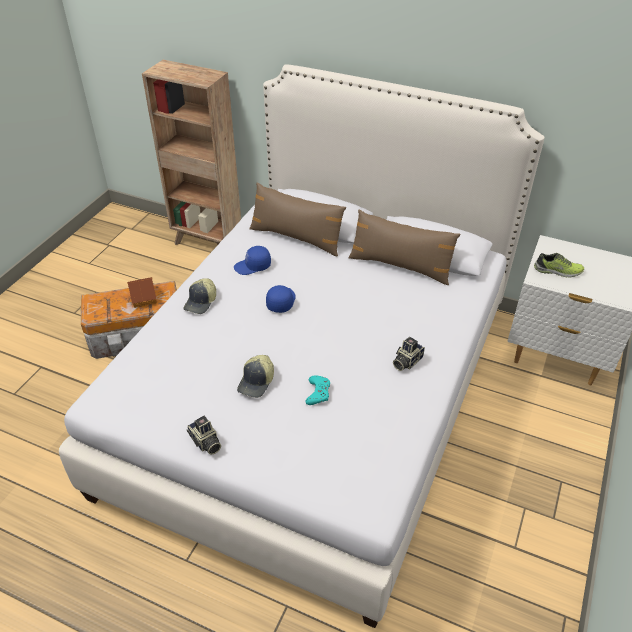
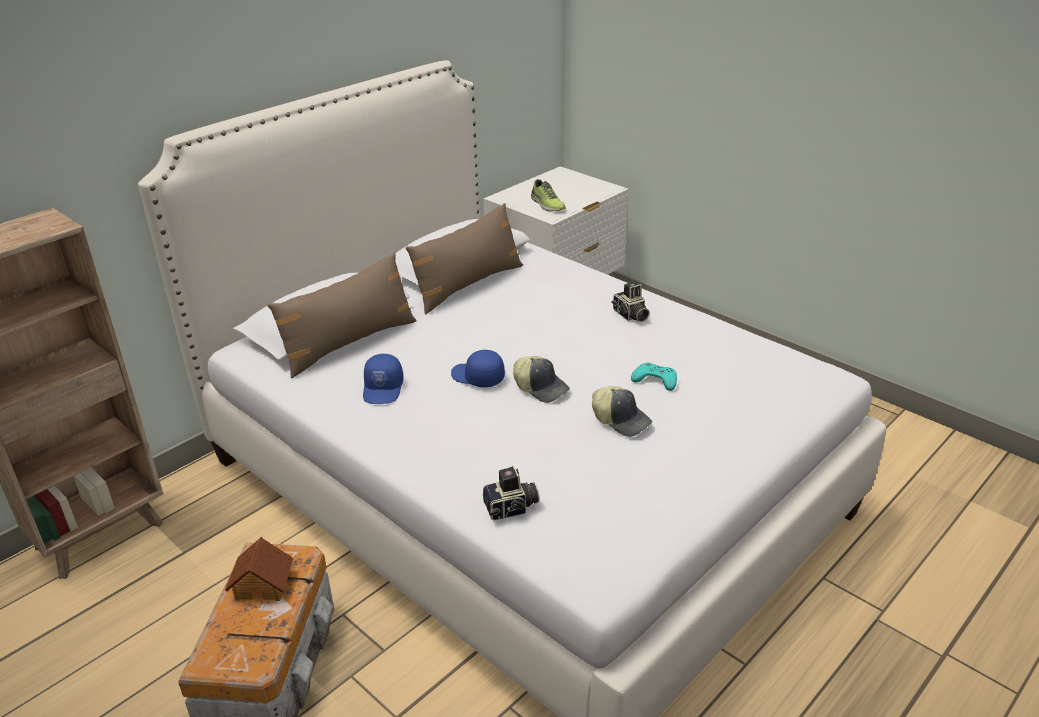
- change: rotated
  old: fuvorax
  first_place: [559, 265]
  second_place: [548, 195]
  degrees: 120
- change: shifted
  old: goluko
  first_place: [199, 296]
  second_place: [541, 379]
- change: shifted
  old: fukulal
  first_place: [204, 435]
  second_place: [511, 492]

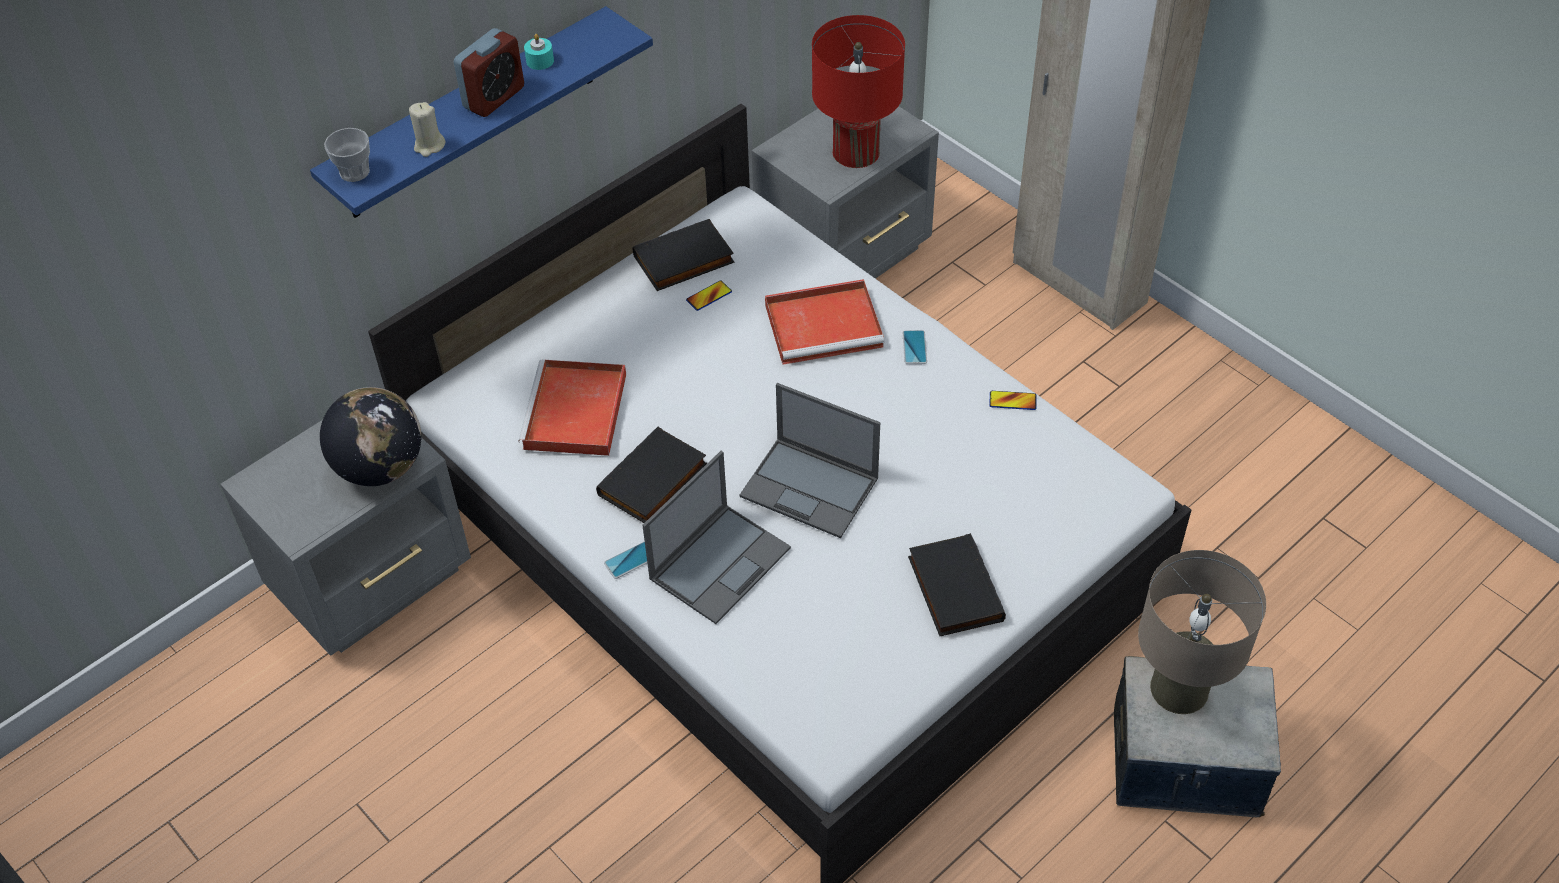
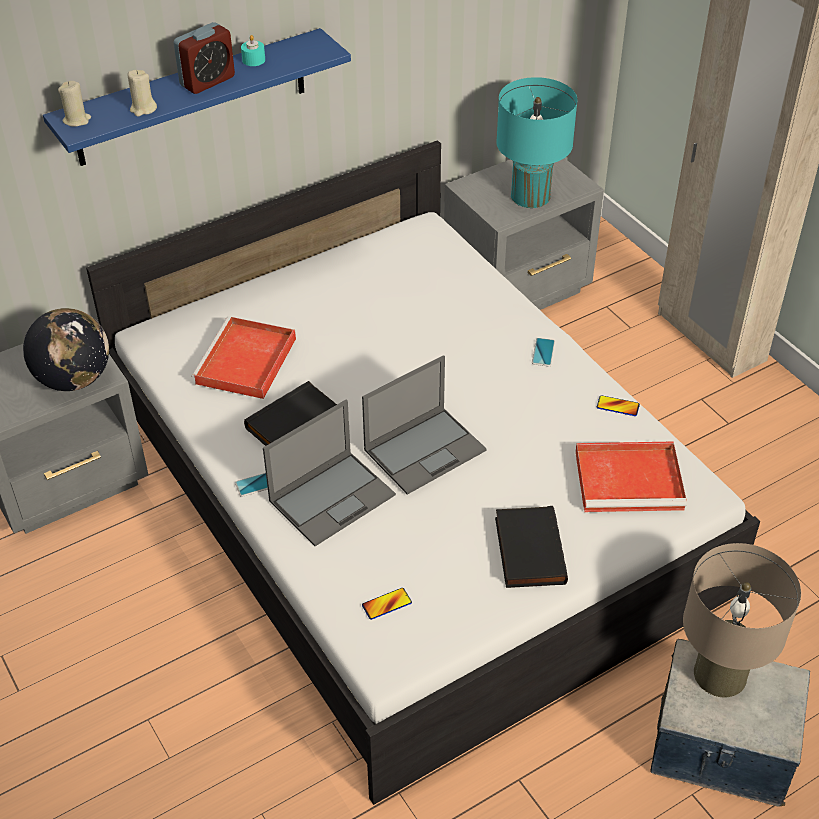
- change: repainted
  old: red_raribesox
  new: turquoise_raribesox
  first_place: [858, 91]
  second_place: [537, 142]
- change: swapped
  old: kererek
  new: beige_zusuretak
  first_place: [347, 155]
  second_place: [74, 104]
- change: gone
  old: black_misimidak
  first_place: [683, 255]
- change: shifted
  old: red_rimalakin
  first_place: [824, 322]
  second_place: [631, 476]
- change: shifted
  old: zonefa
  first_place: [709, 295]
  second_place: [387, 604]
- change: rotated
  old: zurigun
  first_place: [809, 460]
  second_place: [424, 425]
  degrees: -75

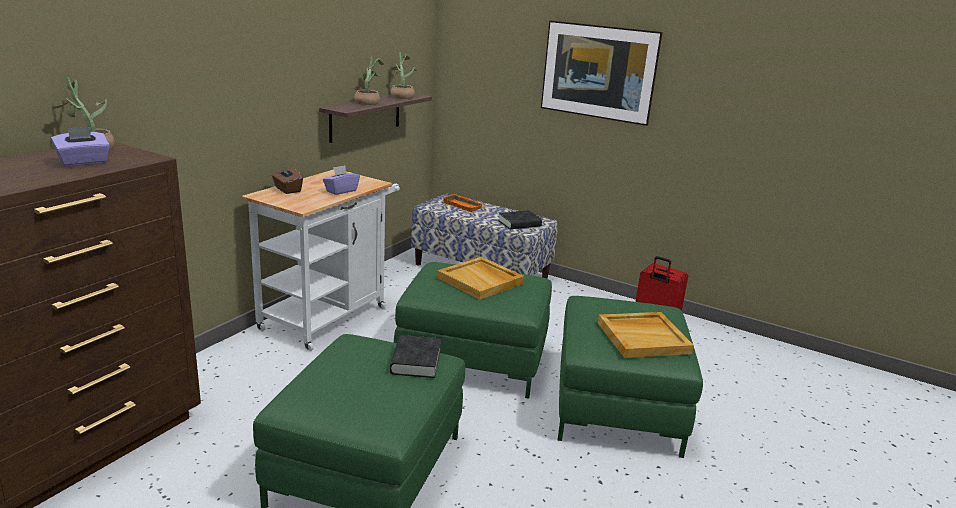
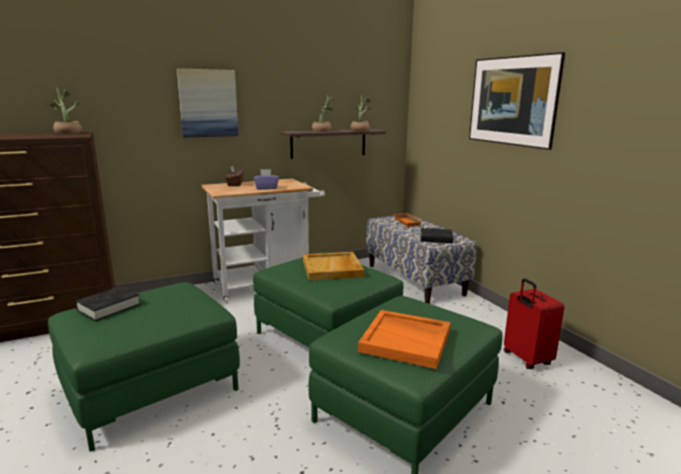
- change: gone
  old: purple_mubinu
  first_place: [80, 146]
- change: repainted
  old: beige_rimalakin
  new: orange_rimalakin
  first_place: [646, 335]
  second_place: [404, 339]
- change: shifted
  old: black_misimidak
  first_place: [415, 356]
  second_place: [108, 303]
- change: new
  new: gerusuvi
  second_place: [207, 103]

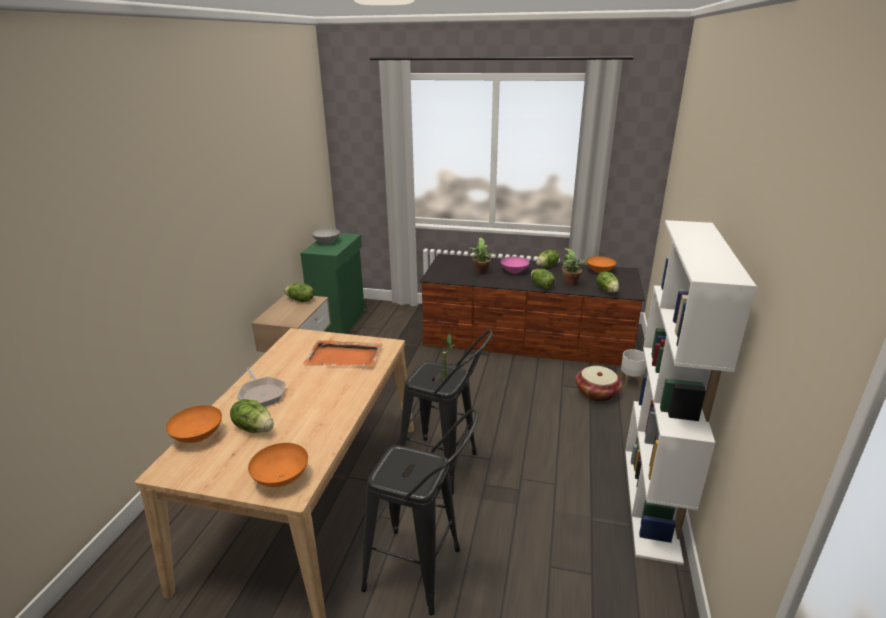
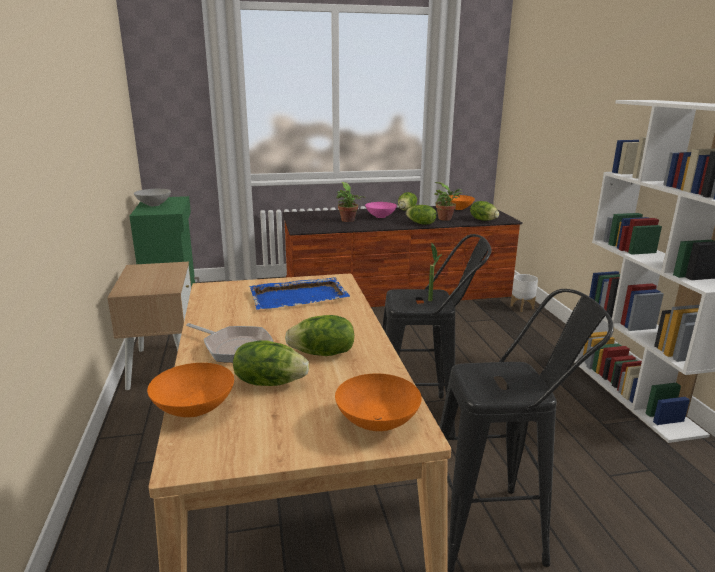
- change: shifted
  old: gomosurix
  first_place: [299, 292]
  second_place: [319, 335]
- change: repainted
  old: orange_rimalakin
  new: blue_rimalakin
  first_place: [342, 353]
  second_place: [299, 293]
- change: gone
  old: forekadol
  first_place: [599, 384]

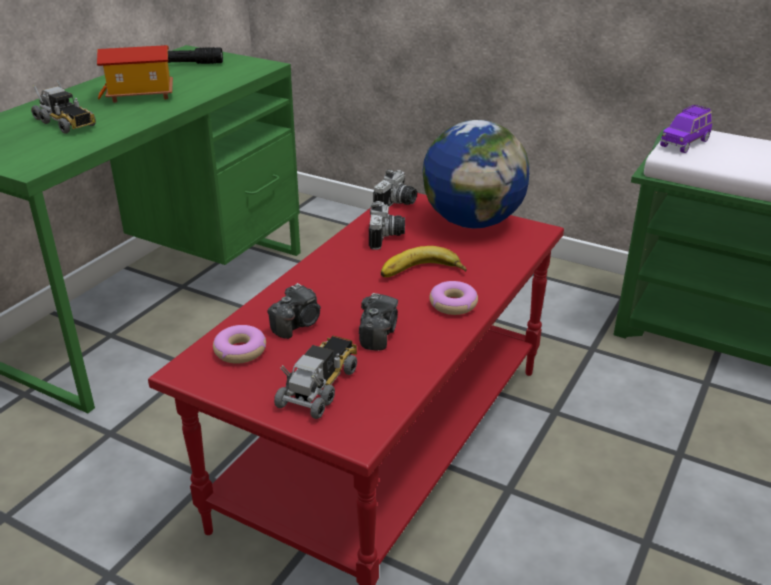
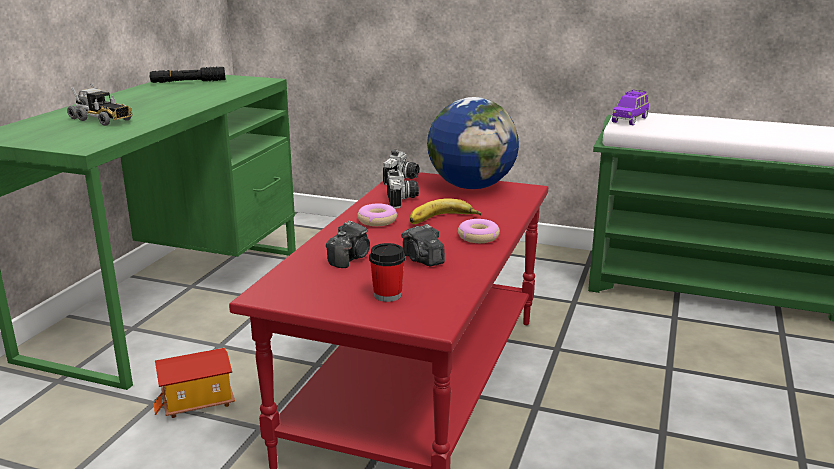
- change: shifted
  old: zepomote
  first_place: [135, 74]
  second_place: [194, 383]
- change: rotated
  old: fukulal
  first_place: [378, 322]
  second_place: [423, 245]
  degrees: 150
- change: shifted
  old: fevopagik
  first_place: [239, 344]
  second_place: [377, 215]
- change: swapped
  old: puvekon
  new: kererek
  first_place: [315, 377]
  second_place: [387, 272]

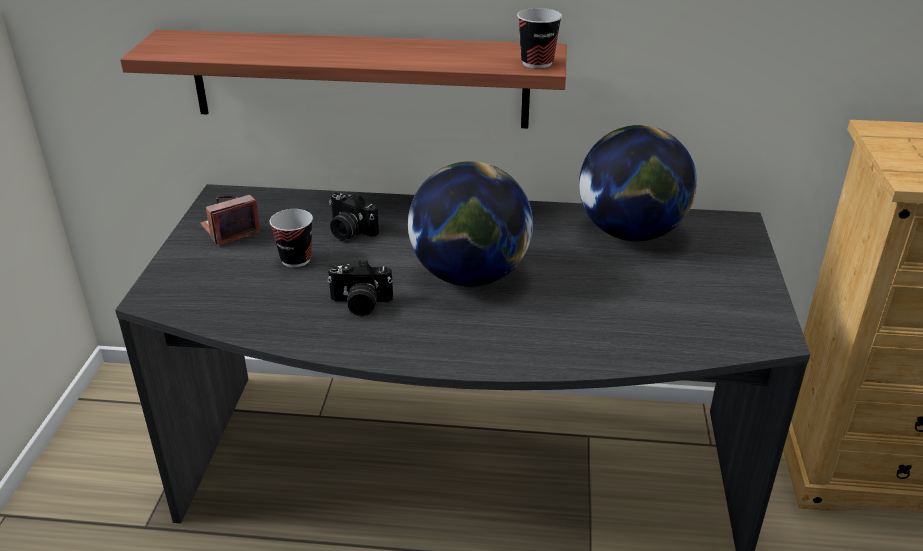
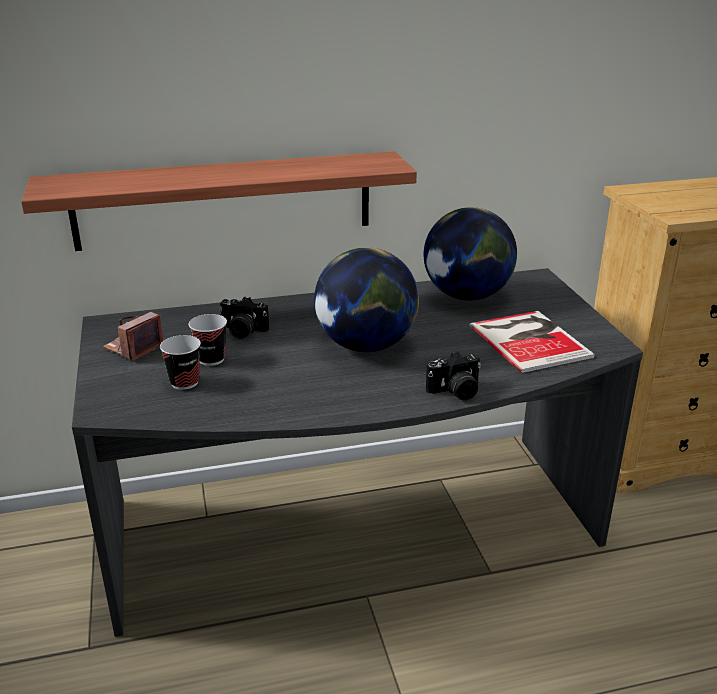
- change: shifted
  old: kererek
  first_place: [539, 38]
  second_place: [180, 362]
- change: shifted
  old: fukulal
  first_place: [360, 288]
  second_place: [453, 376]
- change: new
  new: misimidak
  second_place: [532, 342]

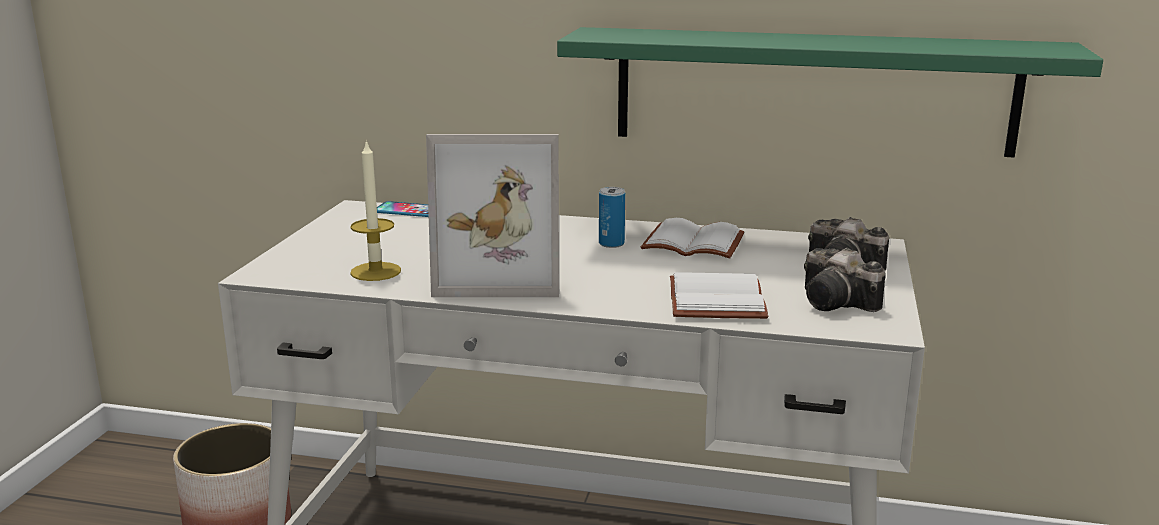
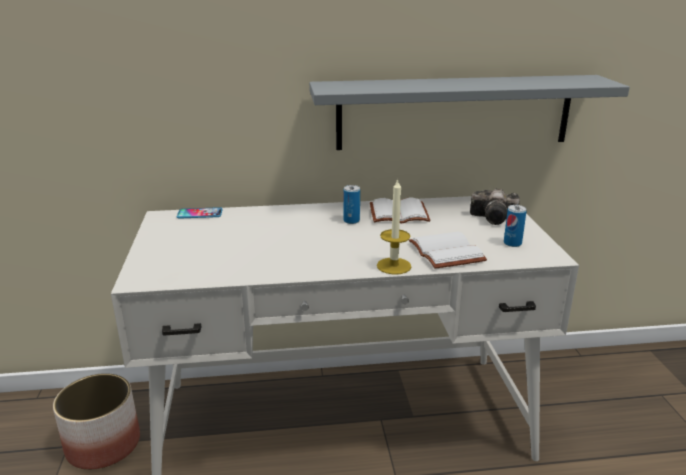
- change: repainted
  old: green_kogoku
  new: grey_kogoku
  first_place: [830, 92]
  second_place: [469, 112]
- change: gone
  old: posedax
  first_place: [492, 215]
- change: shifted
  old: zusuretak
  first_place: [375, 210]
  second_place: [394, 226]
- change: swapped
  old: fukulal
  new: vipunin
  first_place: [845, 280]
  second_place: [515, 226]

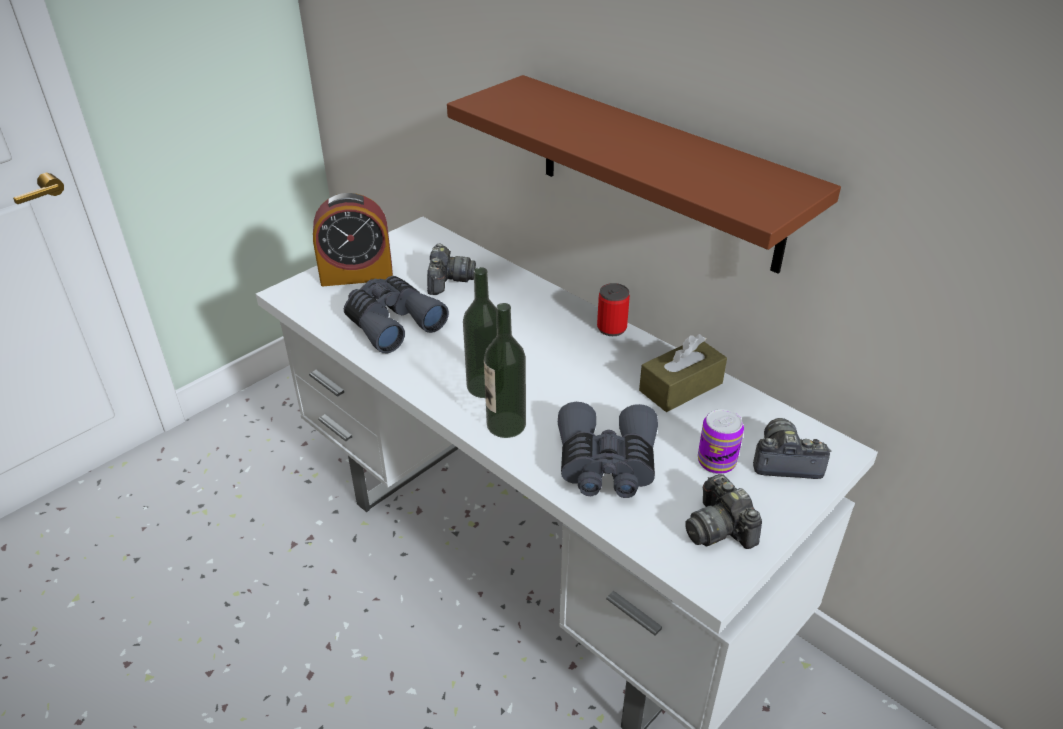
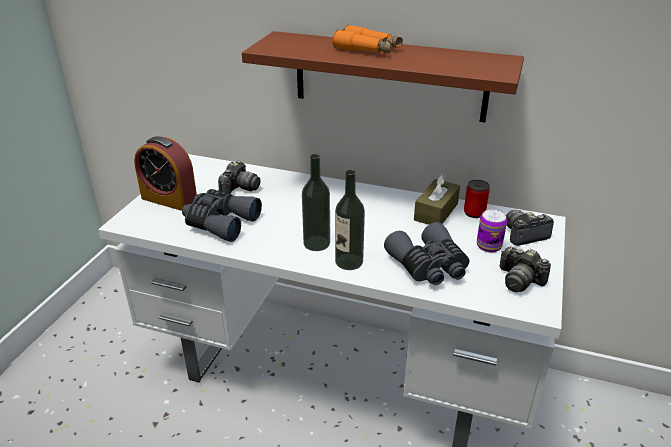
- change: rotated
  old: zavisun
  first_place: [353, 239]
  second_place: [165, 173]
  degrees: 60
- change: rotated
  old: fukulal
  first_place: [451, 269]
  second_place: [239, 177]
  degrees: 45
- change: shifted
  old: vipunin
  first_place: [613, 309]
  second_place: [477, 199]
- change: new
  new: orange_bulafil
  second_place: [368, 39]

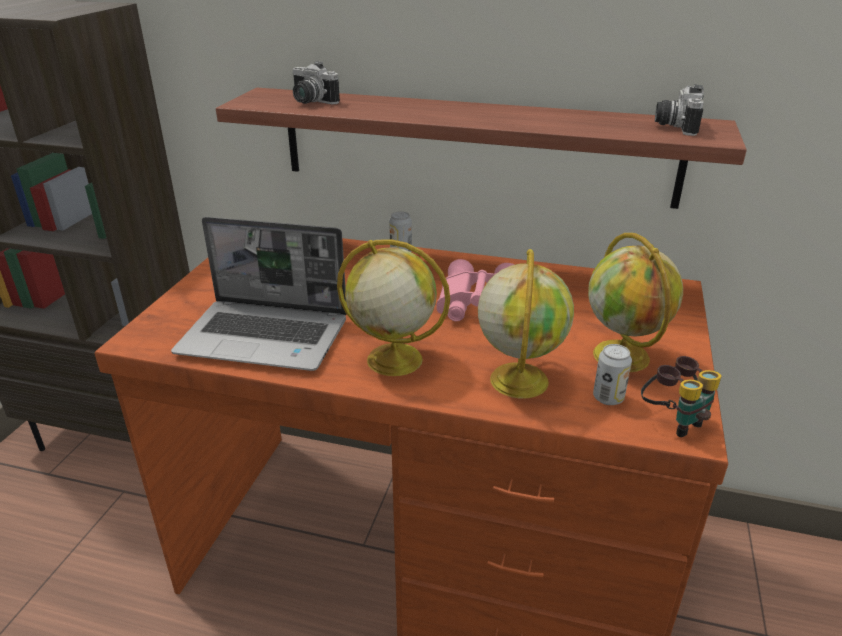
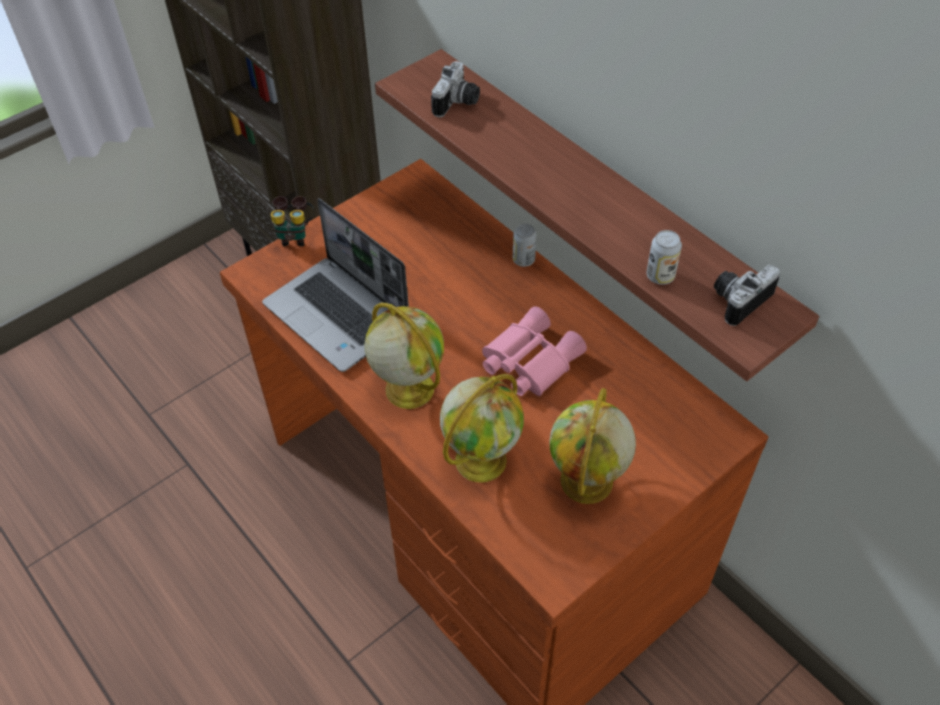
- change: rotated
  old: fukulal
  first_place: [316, 82]
  second_place: [455, 89]
  degrees: -135
- change: shifted
  old: vipunin
  first_place: [612, 374]
  second_place: [664, 257]
- change: shifted
  old: bulafil
  first_place: [681, 396]
  second_place: [292, 221]

